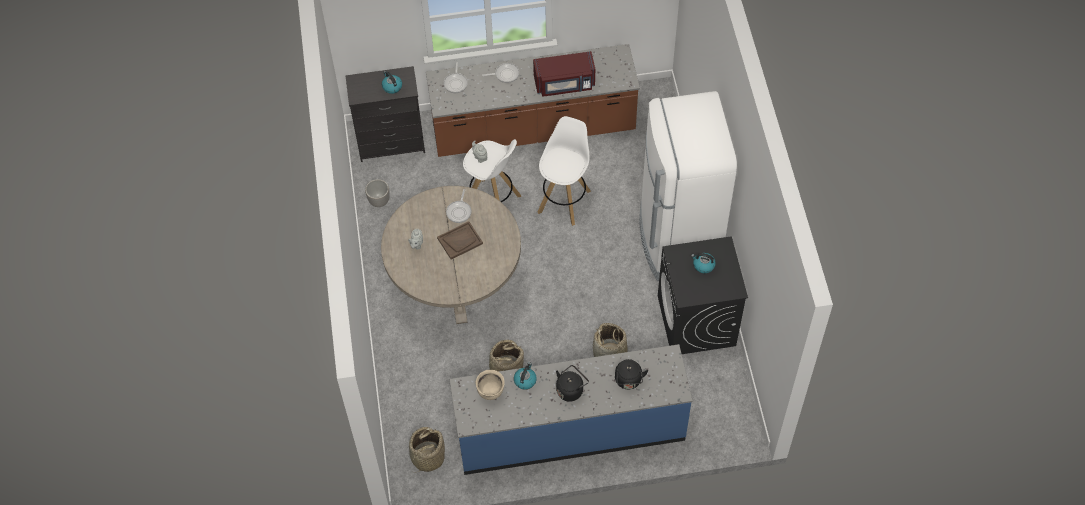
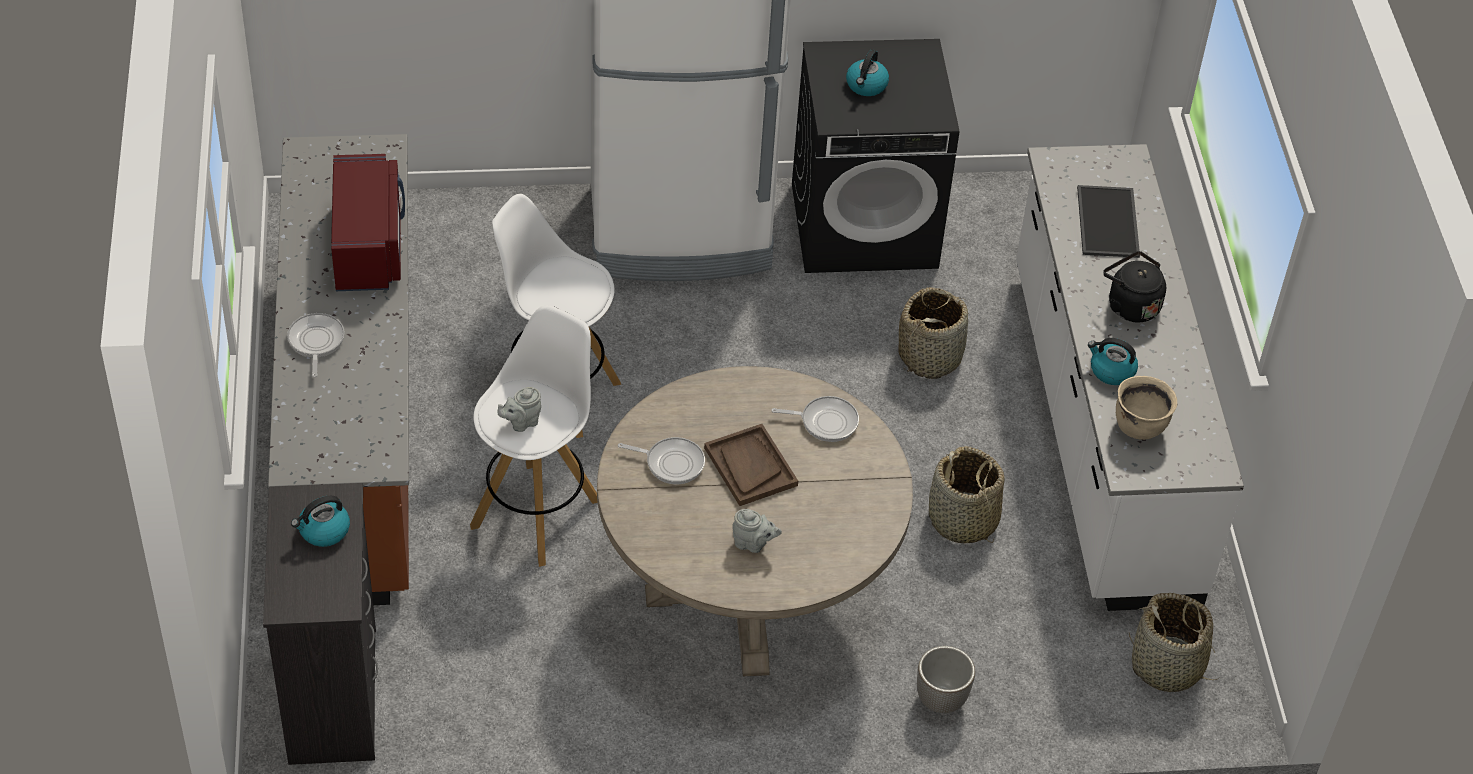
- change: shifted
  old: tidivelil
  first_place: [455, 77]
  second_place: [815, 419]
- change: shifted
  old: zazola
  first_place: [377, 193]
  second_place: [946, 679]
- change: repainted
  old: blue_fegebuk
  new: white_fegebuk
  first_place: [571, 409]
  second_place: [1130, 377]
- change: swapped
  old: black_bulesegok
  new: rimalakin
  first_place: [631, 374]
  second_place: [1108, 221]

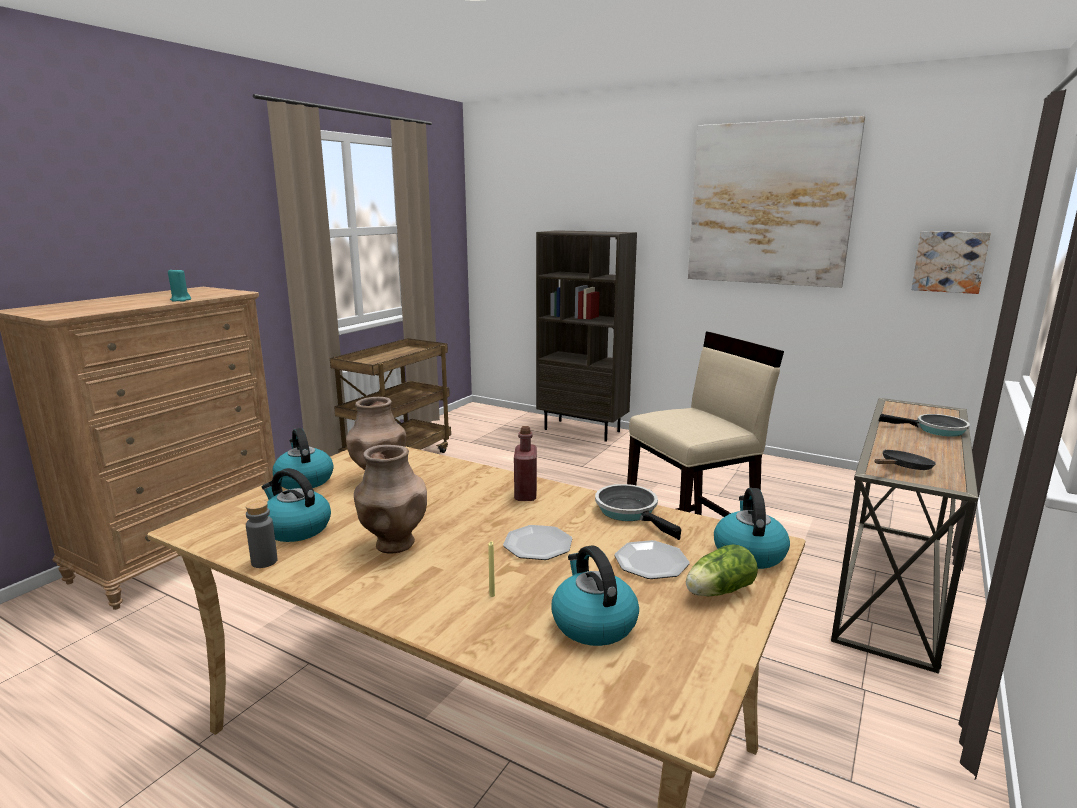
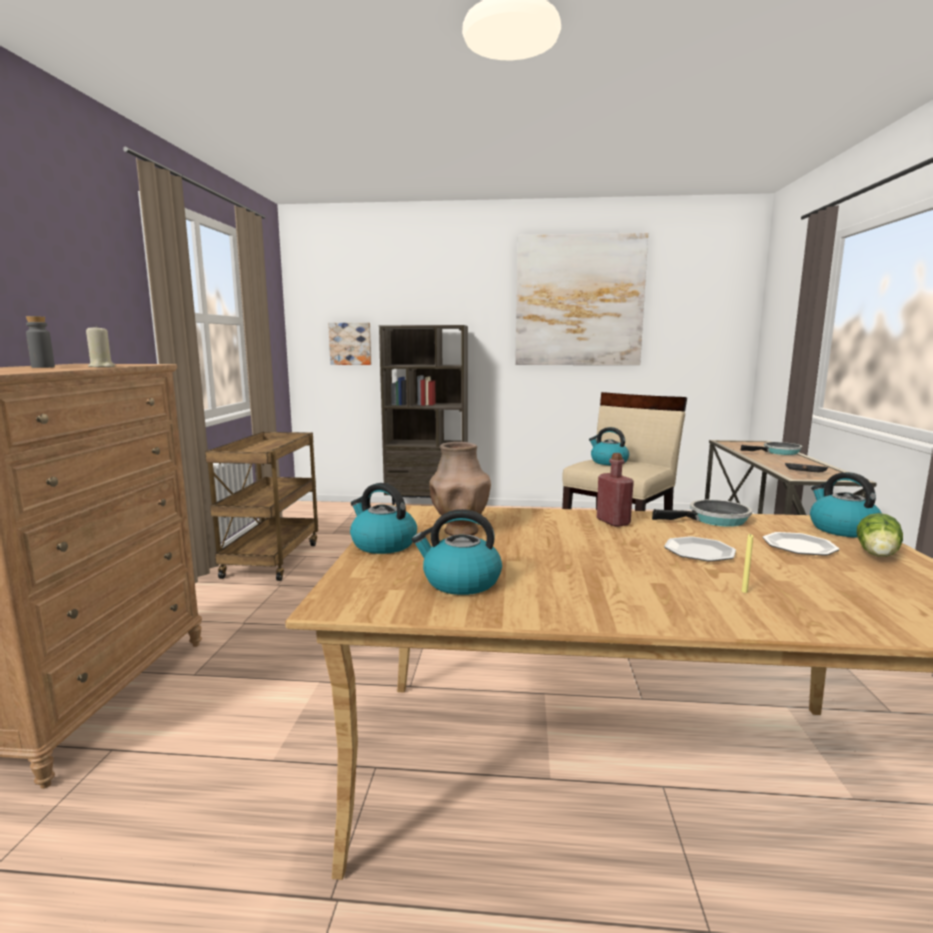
- change: shifted
  old: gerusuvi
  first_place: [951, 262]
  second_place: [349, 344]
- change: repainted
  old: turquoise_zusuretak
  new: beige_zusuretak
  first_place: [179, 285]
  second_place: [100, 346]
- change: gone
  old: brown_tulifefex
  first_place: [390, 499]
- change: rotated
  old: tidivelil
  first_place: [638, 512]
  second_place: [702, 513]
  degrees: 135
- change: shifted
  old: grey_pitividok
  first_place: [262, 534]
  second_place: [40, 342]
- change: shifted
  old: bulesegok
  first_place: [595, 595]
  second_place: [609, 446]

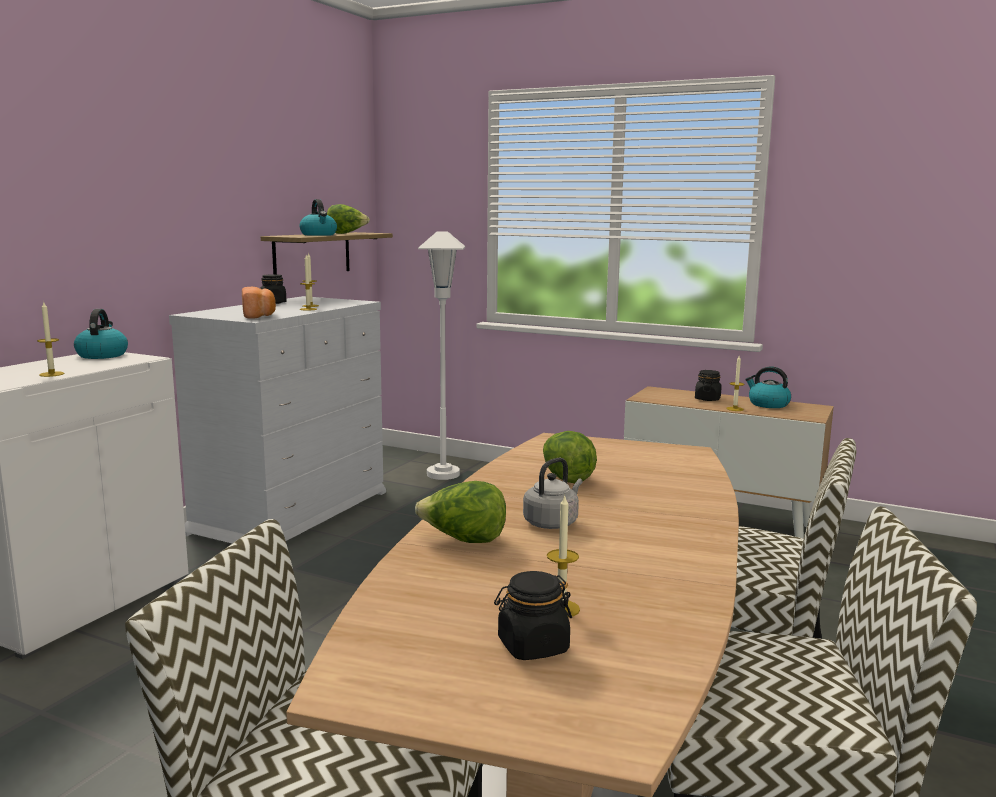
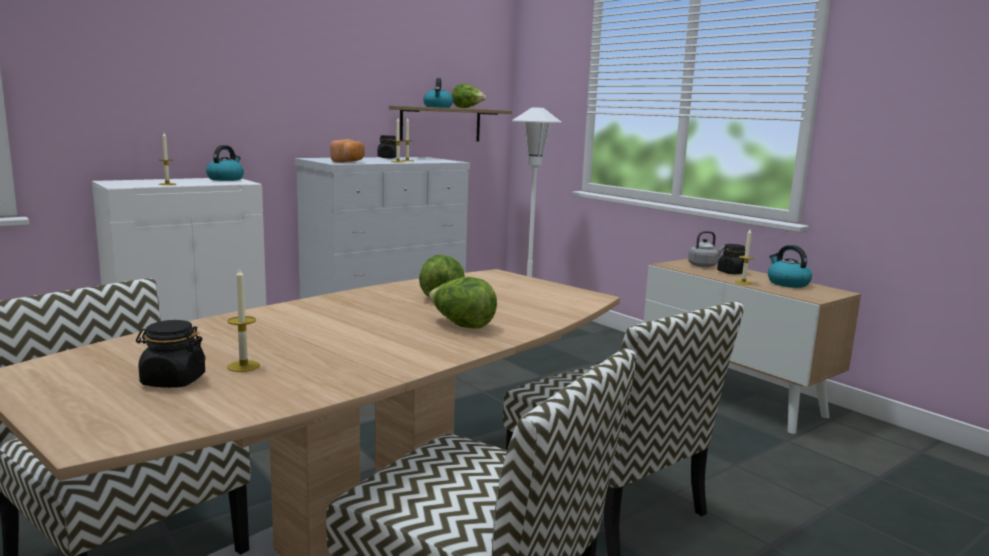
- change: shifted
  old: grey_bulesegok
  first_place: [553, 493]
  second_place: [706, 249]
- change: shifted
  old: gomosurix
  first_place: [460, 512]
  second_place: [463, 303]

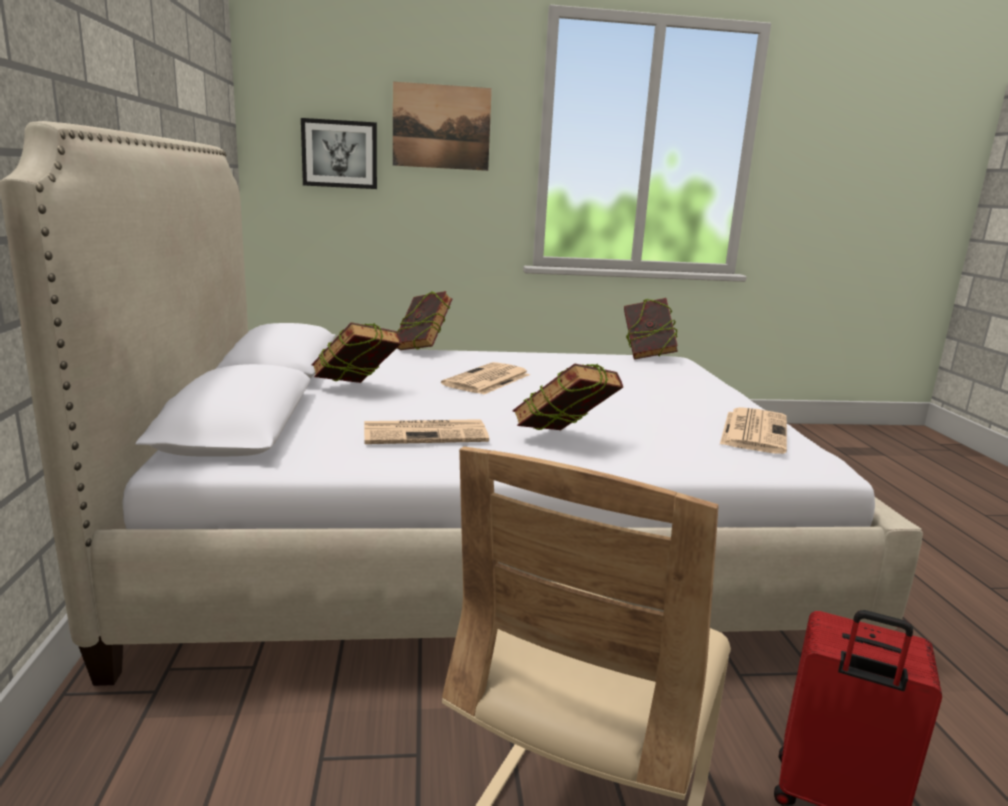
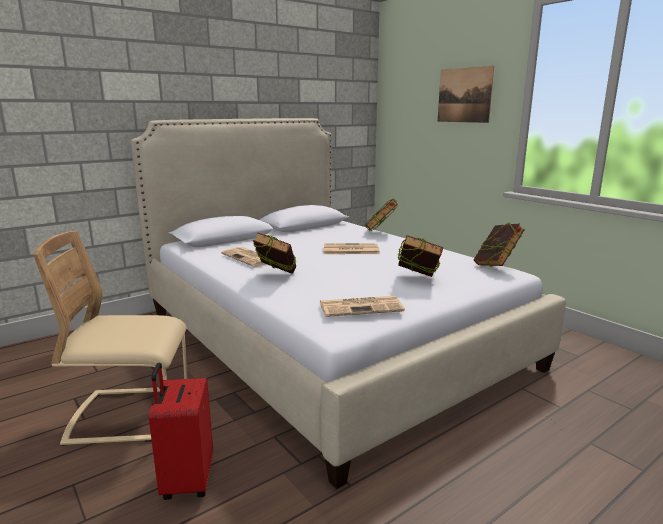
- change: gone
  old: gerusuvi
  first_place: [339, 153]
- change: shifted
  old: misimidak
  first_place: [356, 352]
  second_place: [420, 256]

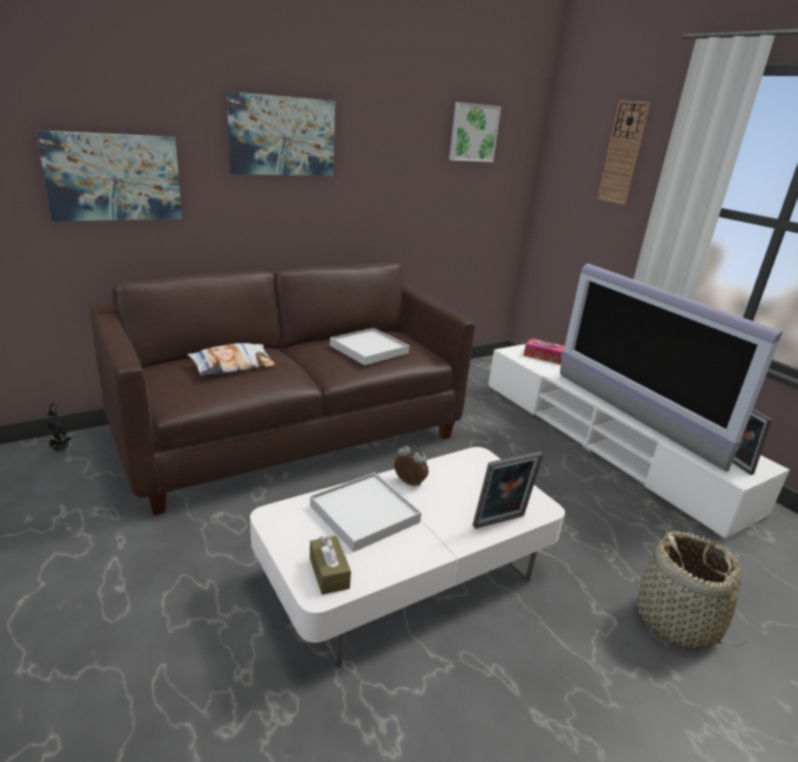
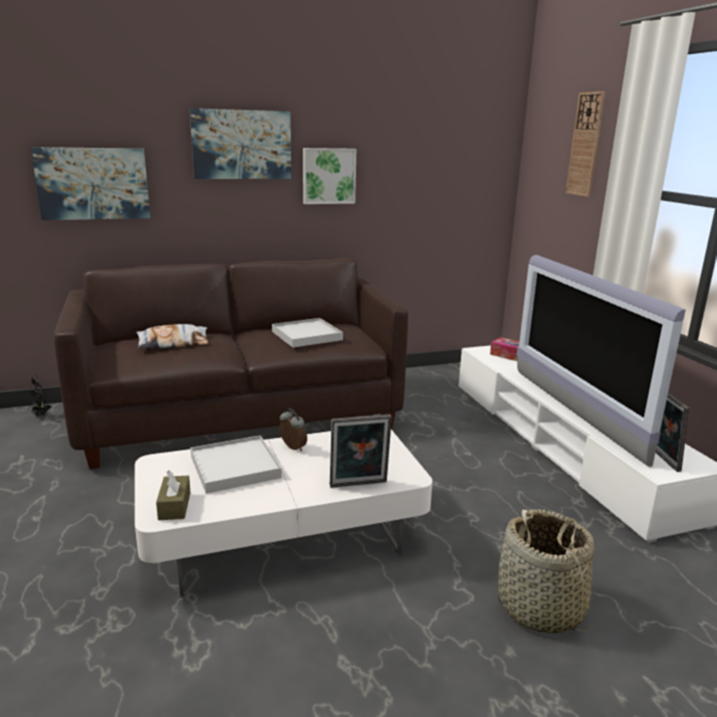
- change: shifted
  old: gerusuvi
  first_place: [475, 132]
  second_place: [329, 176]

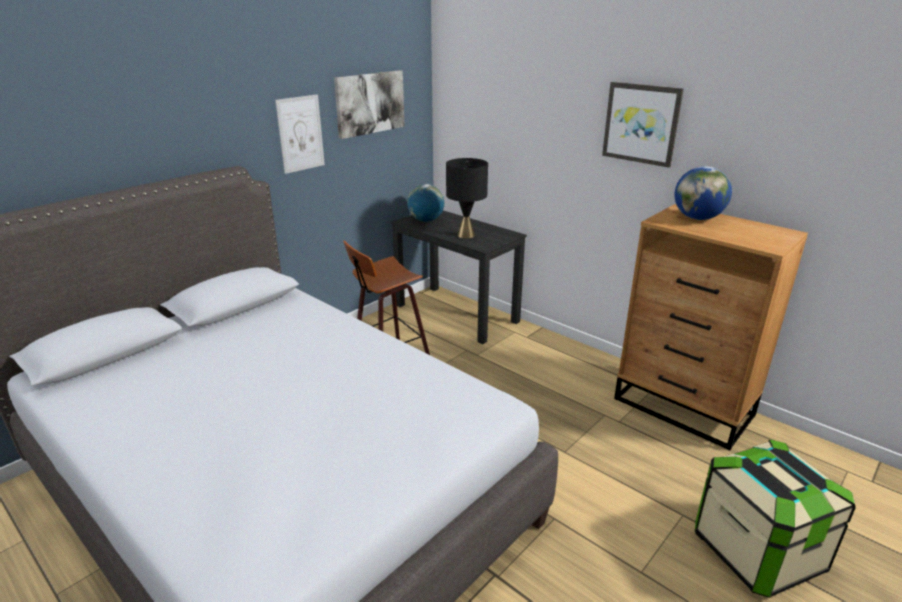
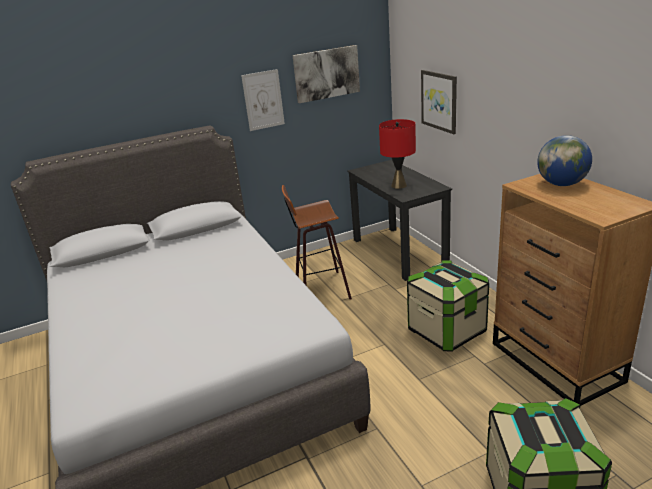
- change: shifted
  old: gerusuvi
  first_place: [643, 125]
  second_place: [439, 102]
- change: repainted
  old: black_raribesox
  new: red_raribesox
  first_place: [467, 198]
  second_place: [397, 154]
- change: gone
  old: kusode
  first_place: [426, 203]
- change: new
  new: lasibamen
  second_place: [448, 306]

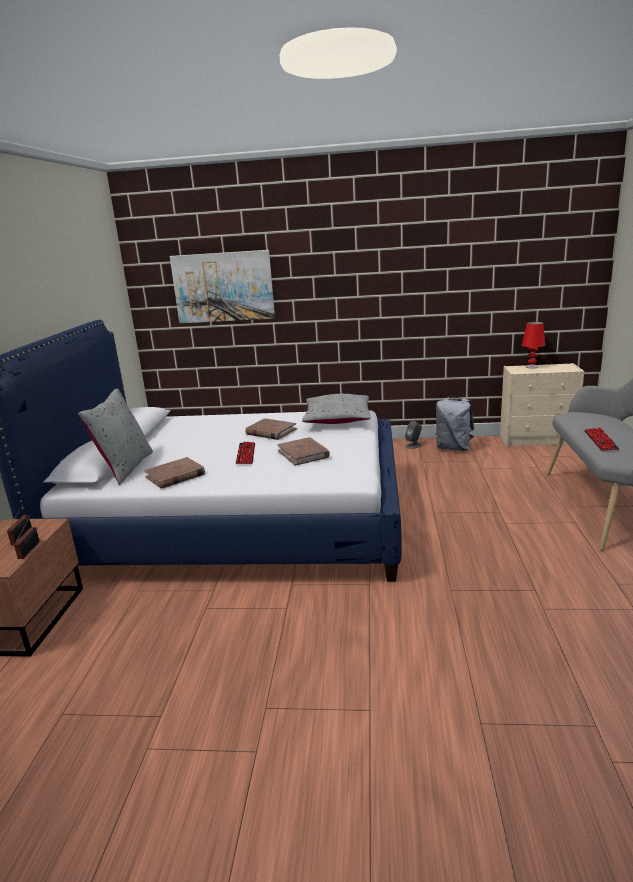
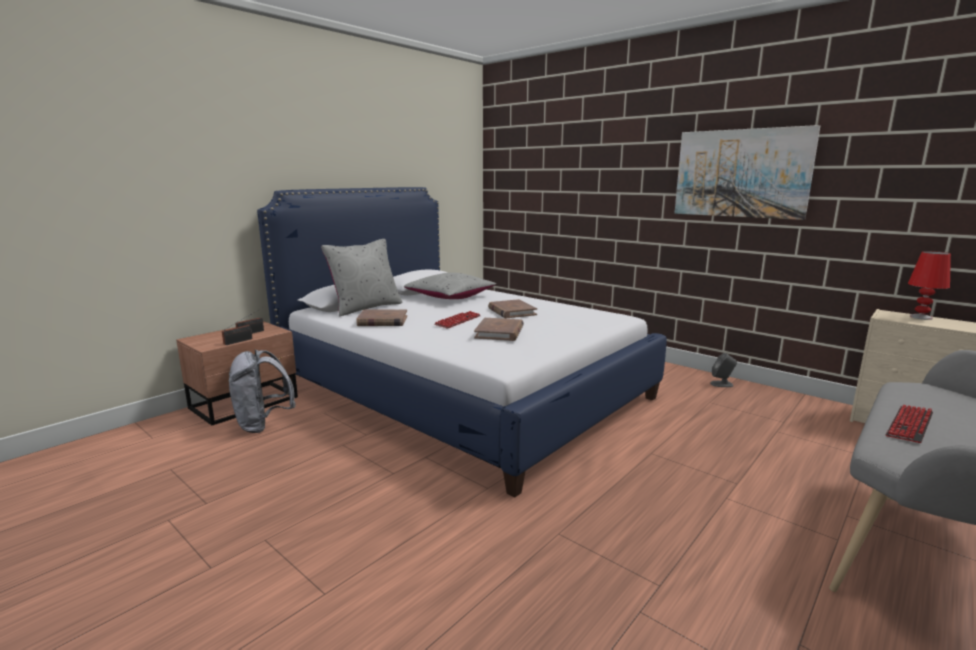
- change: shifted
  old: gerusuvi
  first_place: [222, 286]
  second_place: [747, 172]
- change: shifted
  old: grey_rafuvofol
  first_place: [336, 409]
  second_place: [450, 286]
- change: shifted
  old: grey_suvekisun
  first_place: [455, 424]
  second_place: [262, 391]

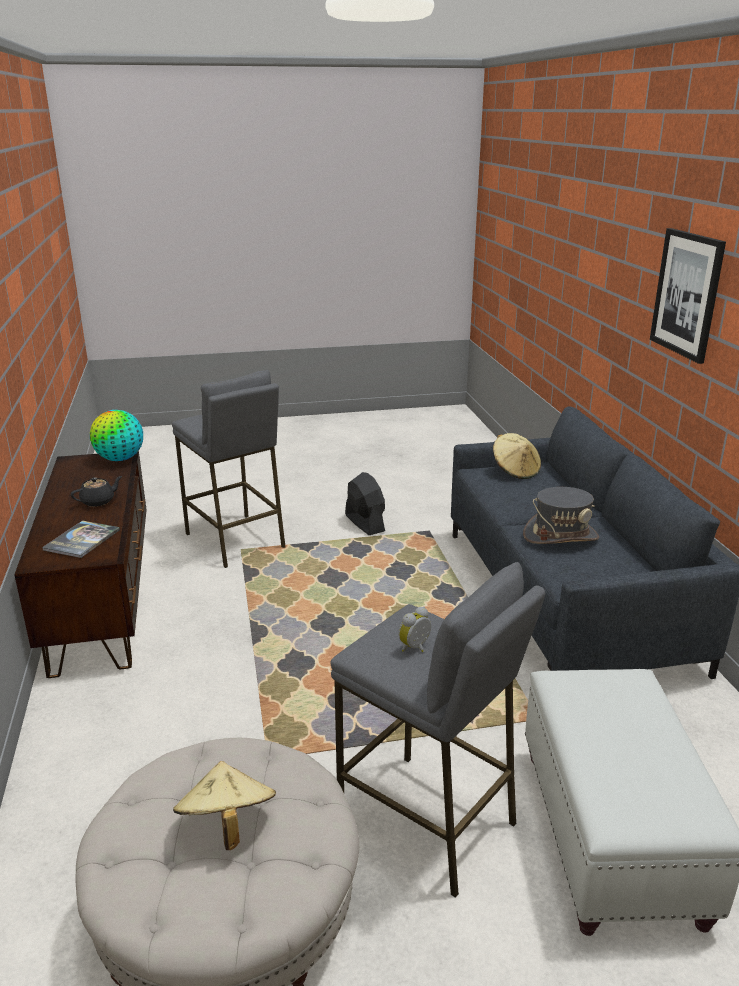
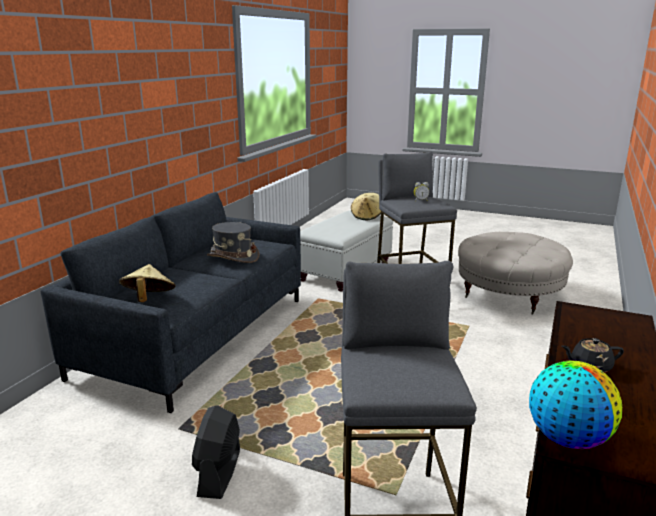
- change: gone
  old: gerusuvi
  first_place: [688, 296]
- change: gone
  old: misimidak
  first_place: [81, 539]
- change: shifted
  old: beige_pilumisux
  first_place: [224, 805]
  second_place: [366, 206]

